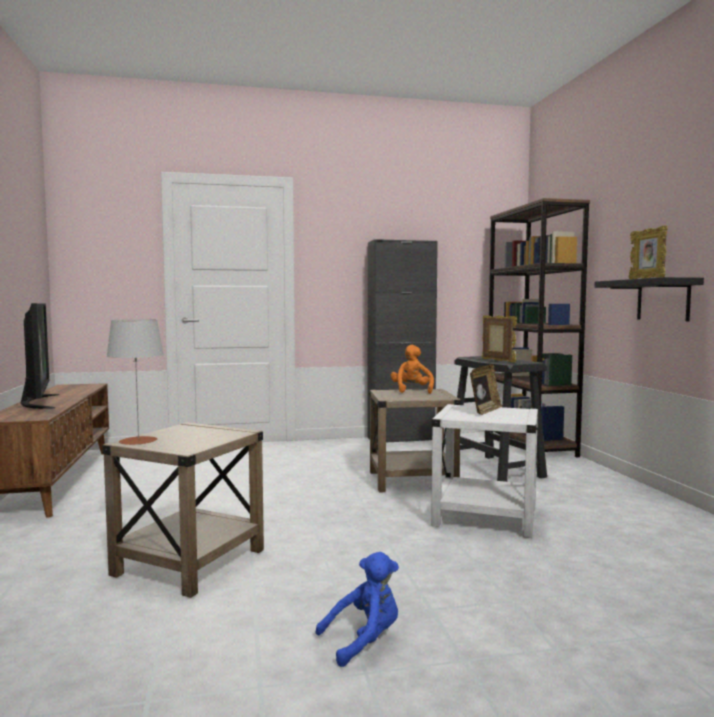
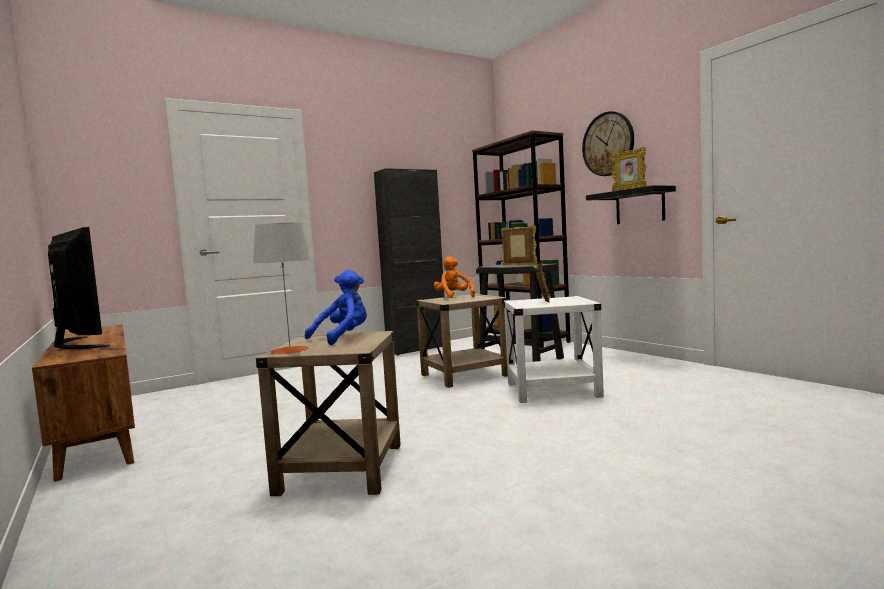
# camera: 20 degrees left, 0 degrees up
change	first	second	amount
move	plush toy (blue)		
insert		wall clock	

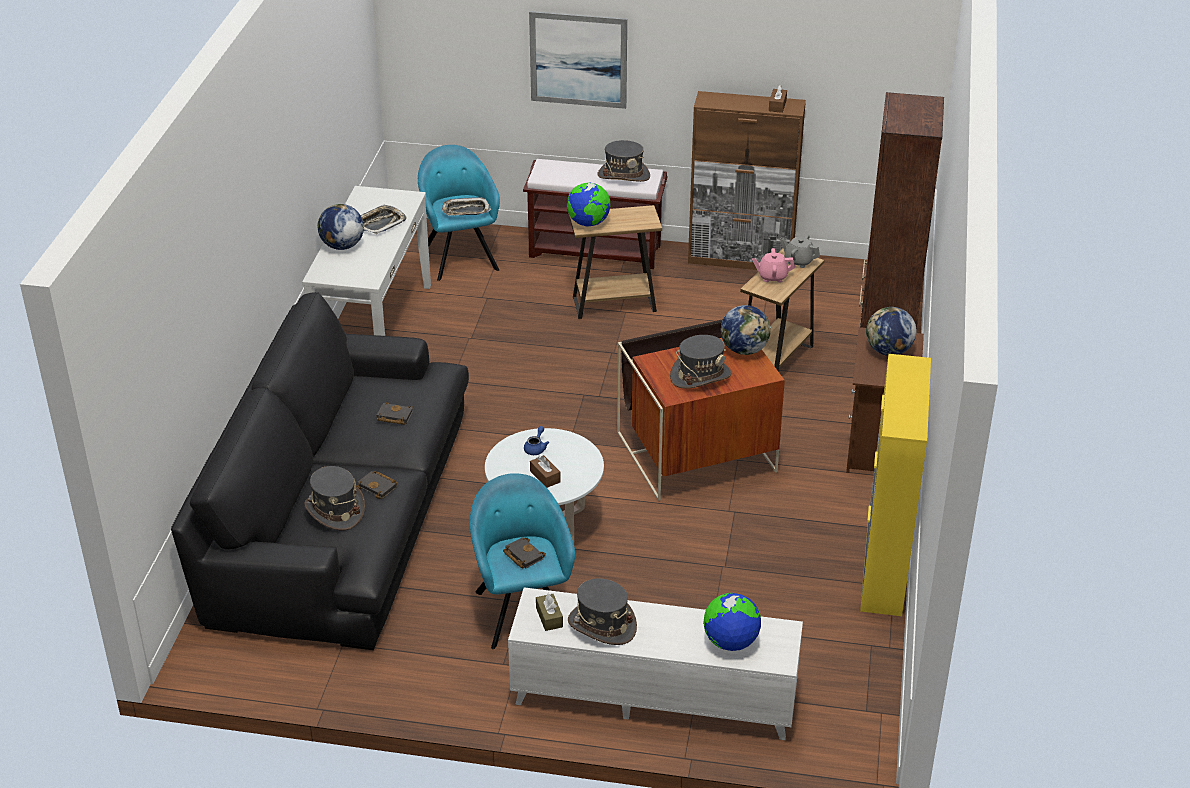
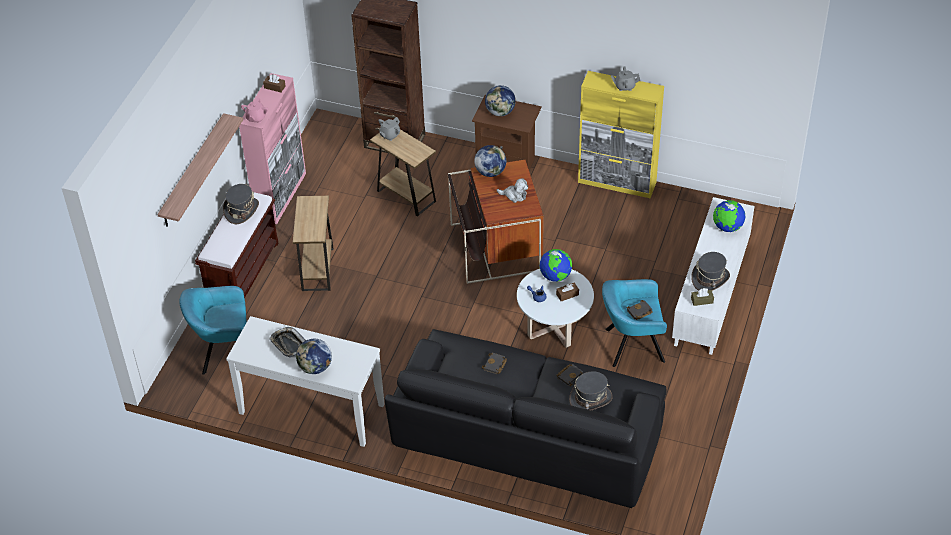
# camera: 80 degrees left, 10 degrees up
change	first	second	amount
replace	picture	shelf	
recolor	cabinet (brown)	cabinet (pink)	
move	globe (2nd from left in the first image)	globe (4th from left)	
delete	tray (2nd from left)		
move	teapot (pink)		
replace	hat (grey) (4th from left)	plush toy	
insert		teapot (grey) (2nd from left)	

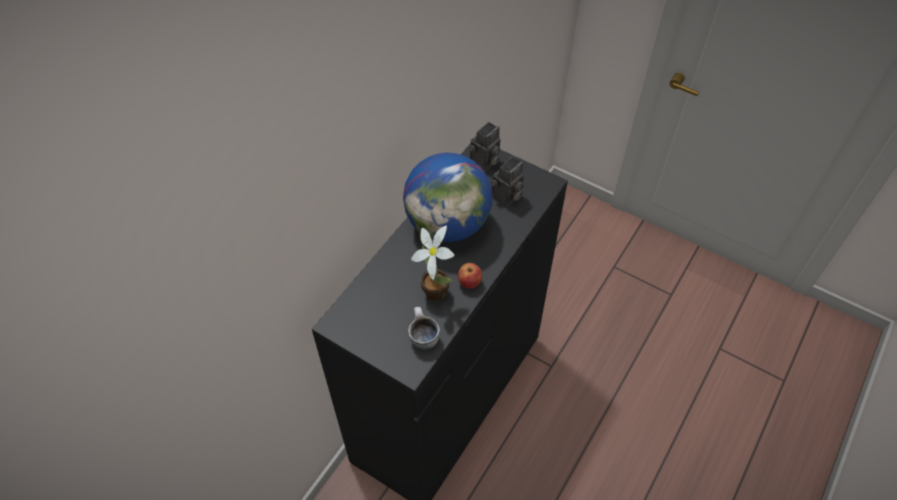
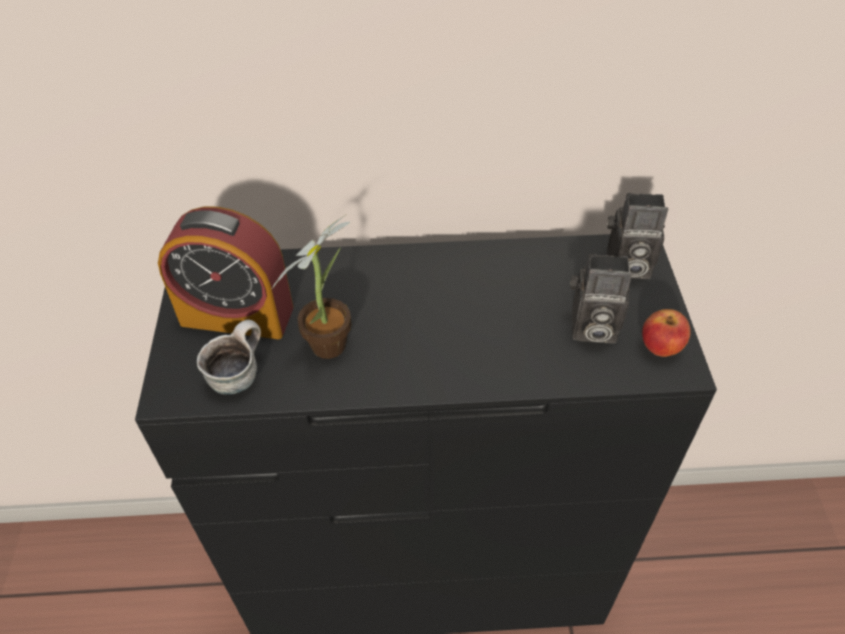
# camera: 55 degrees right, 5 degrees down
change	first	second	amount
delete	globe		
move	apple		
insert		alarm clock	

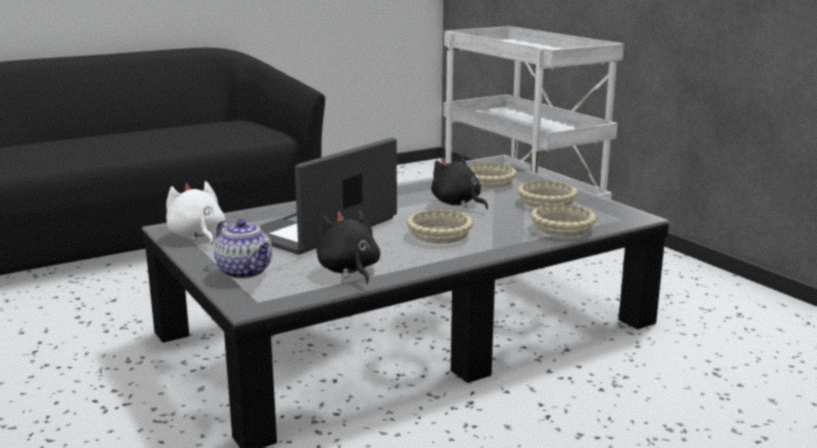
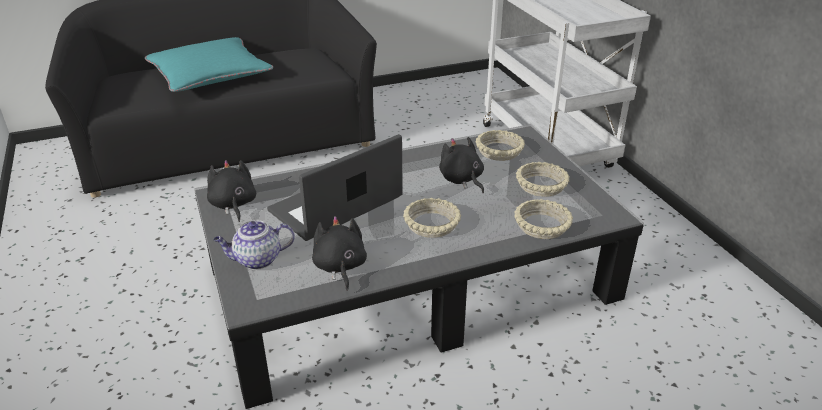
# camera: 10 degrees right, 15 degrees up
change	first	second	amount
recolor	plush toy (white)	plush toy (black) (1st from left)	
rotate	teapot		105 degrees clockwise
insert		pillow (turquoise)	

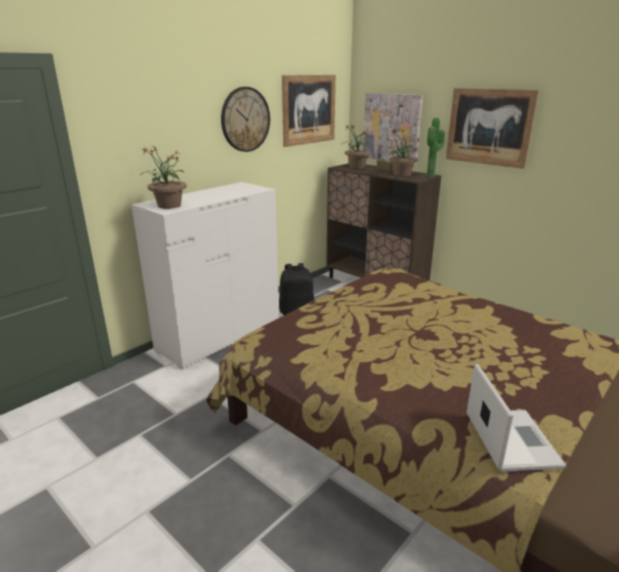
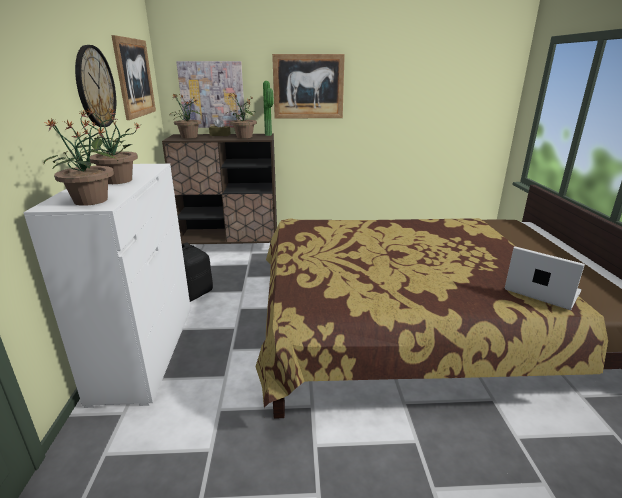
# camera: 45 degrees left, 0 degrees up
change	first	second	amount
insert		potted plant (2nd from left)	

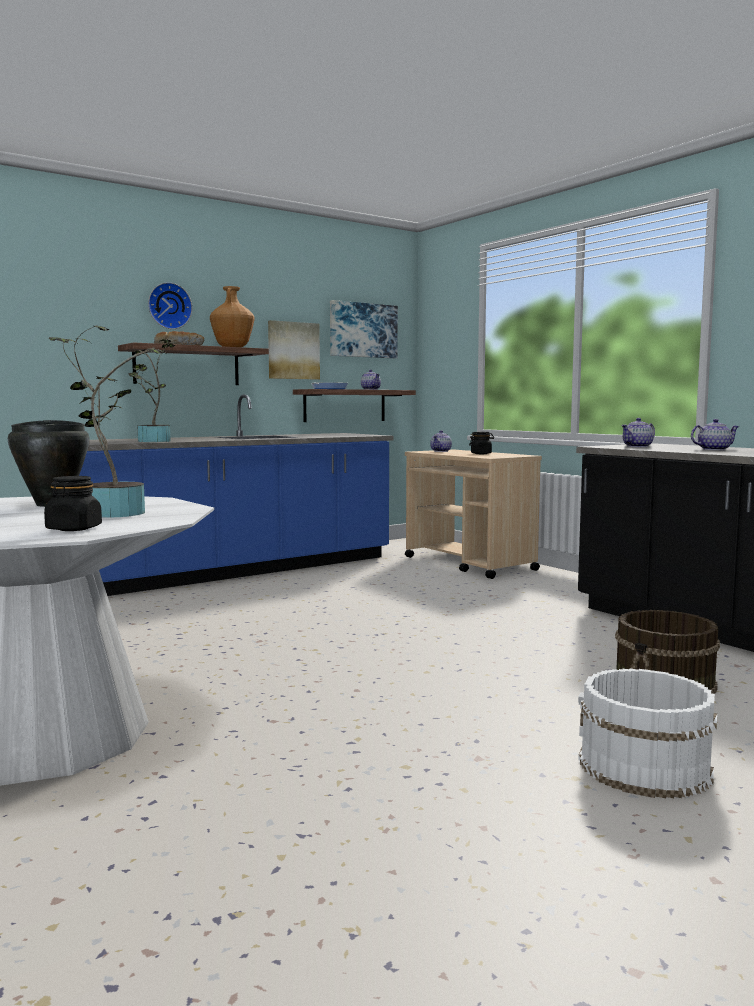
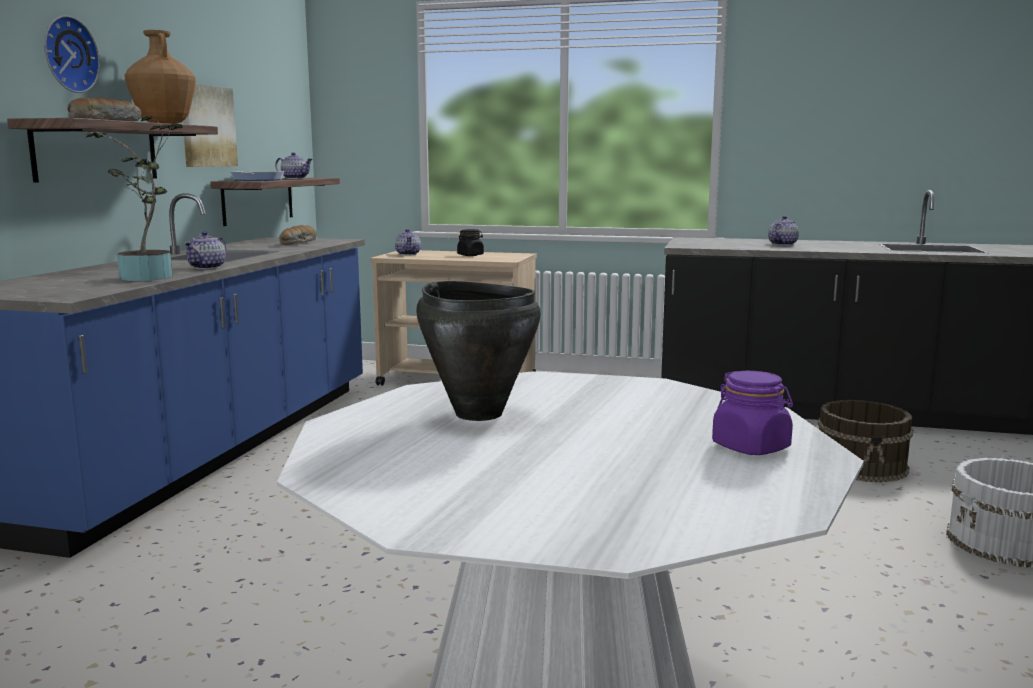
# camera: 40 degrees left, 5 degrees up
change	first	second	amount
delete	picture (2nd from left)		
delete	potted plant (1st from left)		
move	teapot (3rd from left in the first image)	teapot (1st from left)	
recolor	jar (black) (1st from left)	jar (purple)	
insert		bread (2nd from left)	

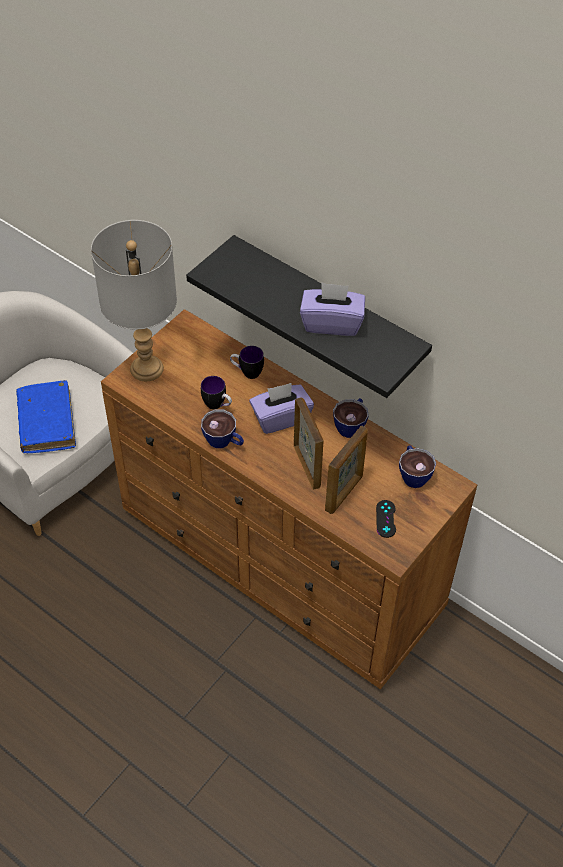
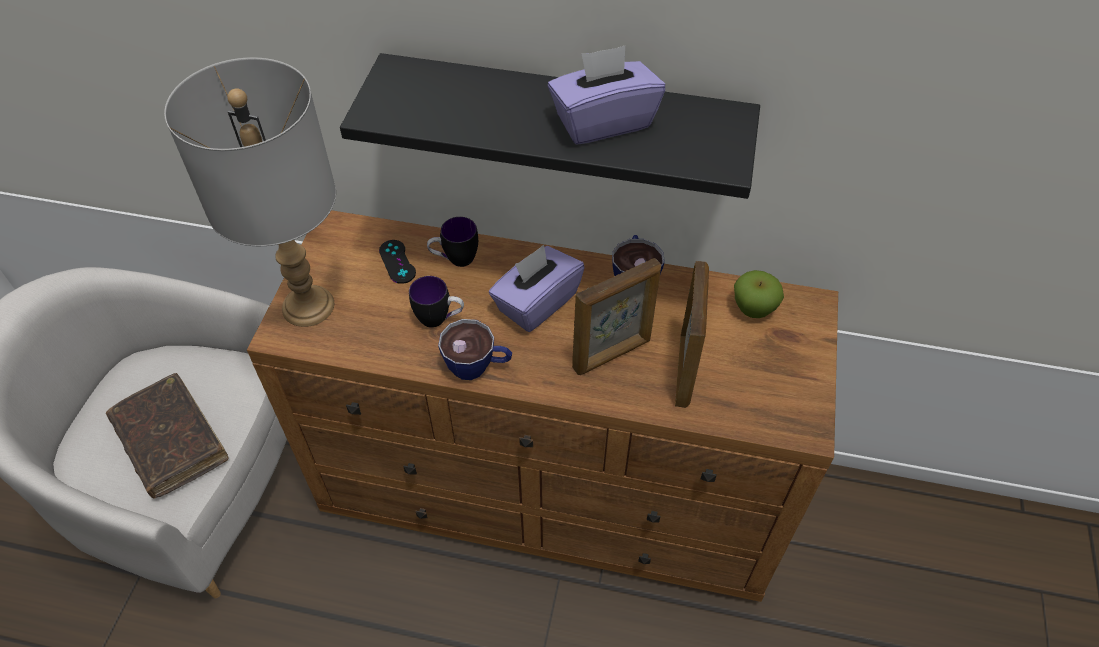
# camera: 25 degrees left, 0 degrees up
change	first	second	amount
recolor	book (blue)	book (brown)	
rotate	picture frame (1st from left)		105 degrees clockwise
replace	cup (3rd from left)	apple	
move	game controller (black)		

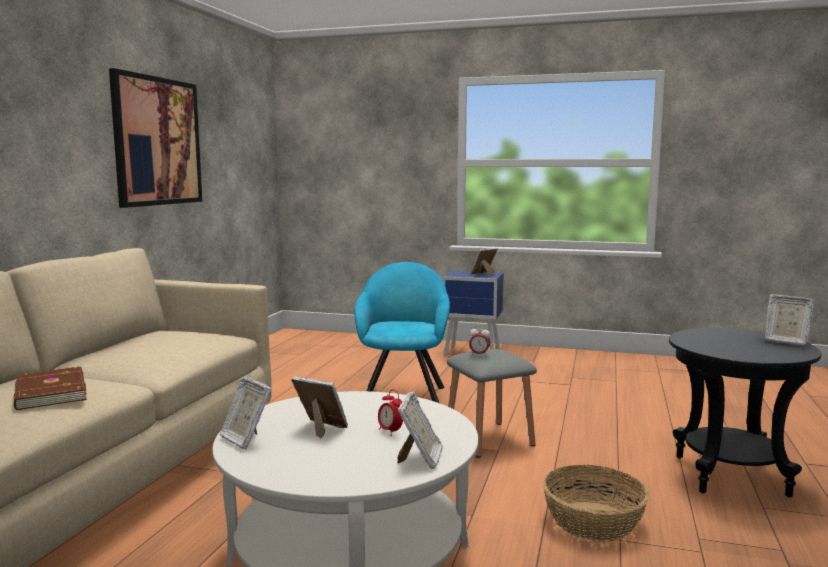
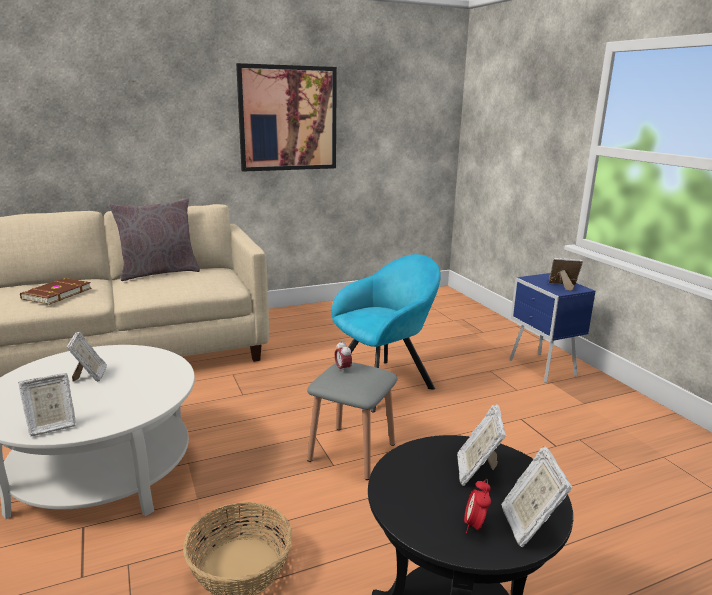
# camera: 50 degrees right, 10 degrees up
change	first	second	amount
move	picture frame (1st from left in the first image)	picture frame (3rd from left)	
move	alarm clock (1st from left in the first image)	alarm clock (2nd from left)	
insert		pillow (grey)	

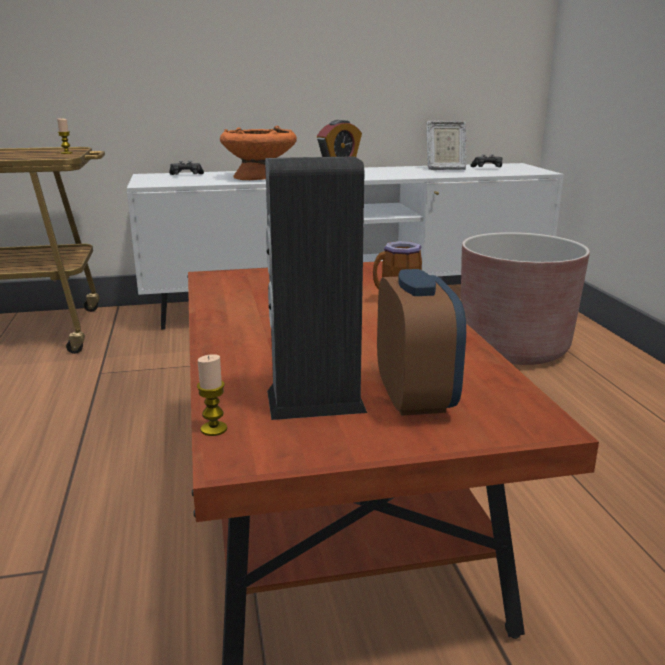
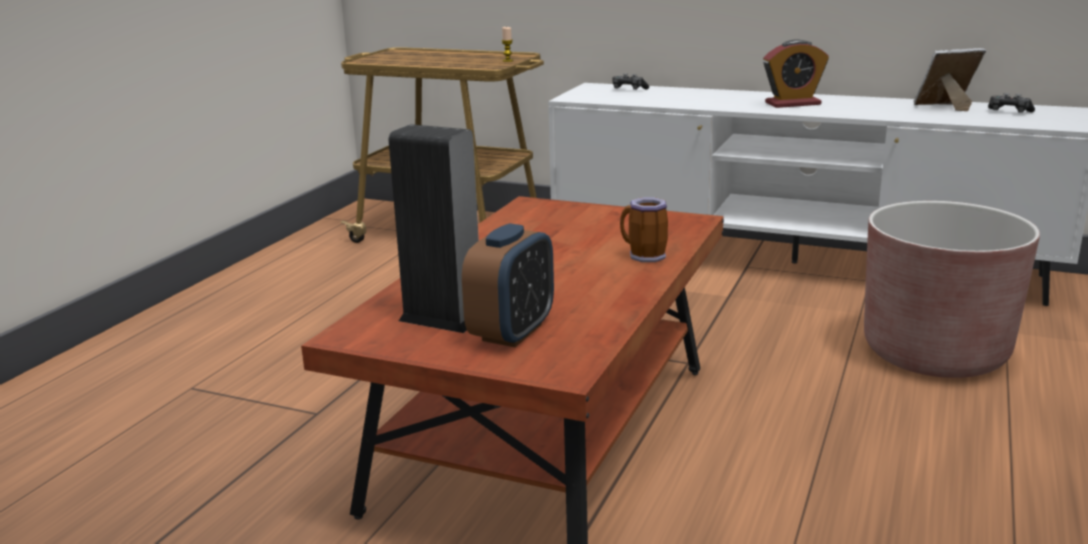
# camera: 35 degrees right, 0 degrees up
change	first	second	amount
rotate	picture frame		135 degrees clockwise
delete	bowl (orange)		
delete	candle (2nd from left)		

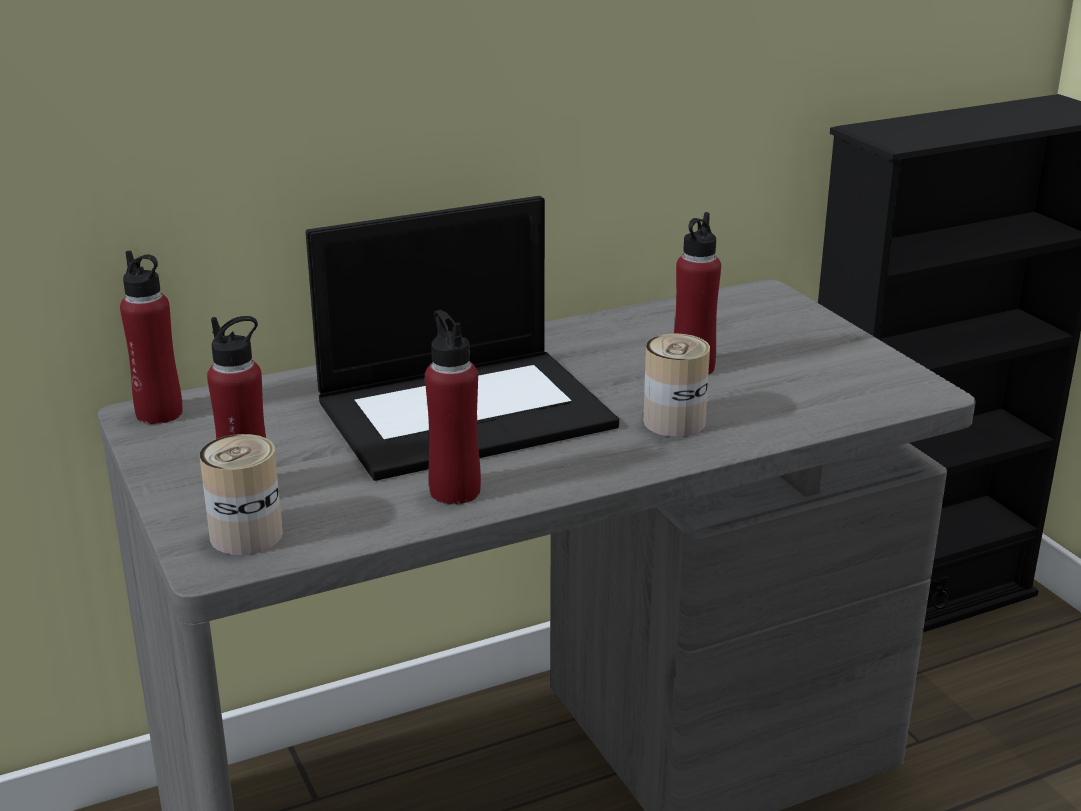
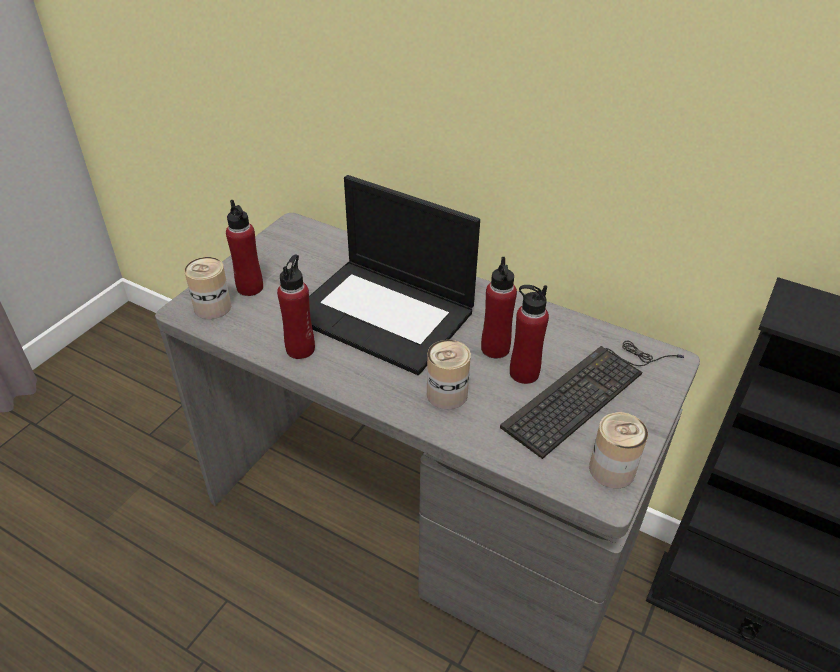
# camera: 55 degrees right, 15 degrees up
change	first	second	amount
move	bottle (red) (1st from left in the first image)	bottle (red) (3rd from left)	
insert		keyboard	
insert		can (3rd from left)	

